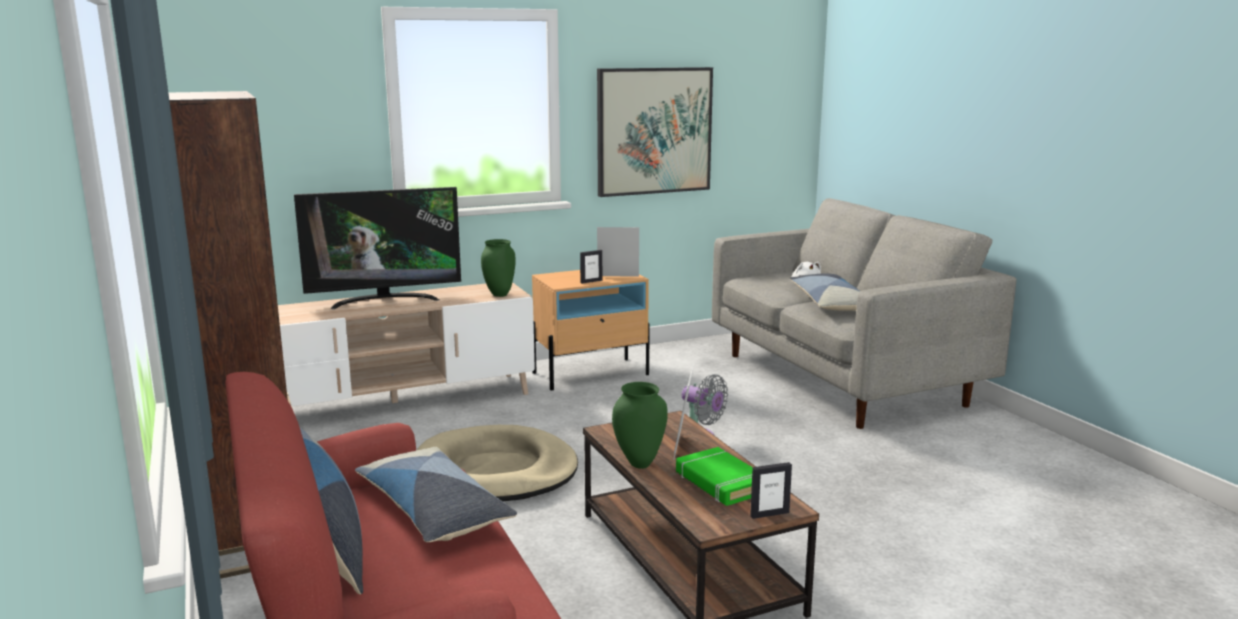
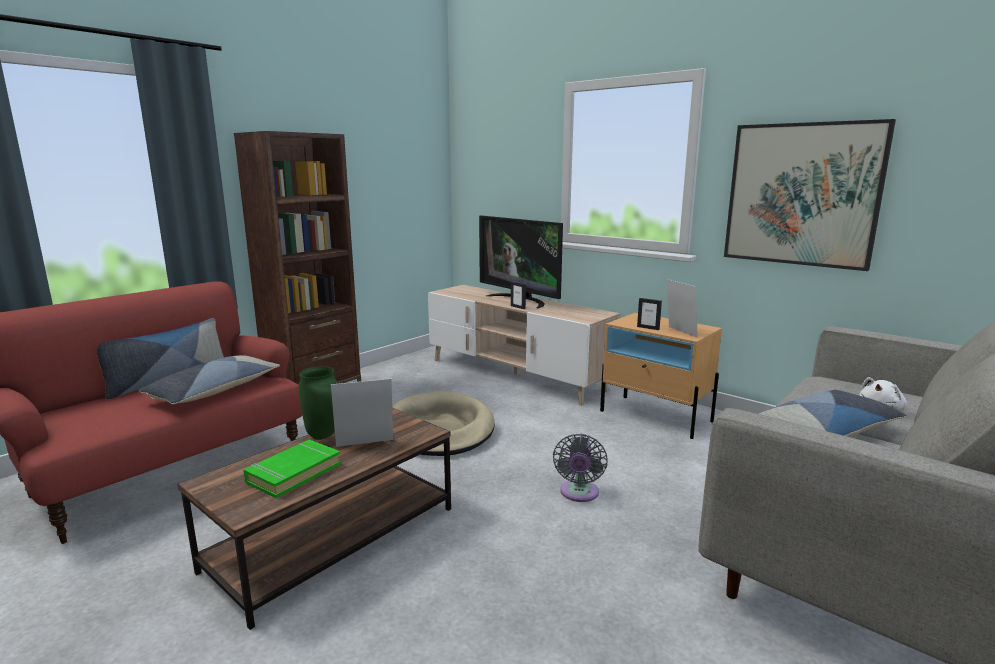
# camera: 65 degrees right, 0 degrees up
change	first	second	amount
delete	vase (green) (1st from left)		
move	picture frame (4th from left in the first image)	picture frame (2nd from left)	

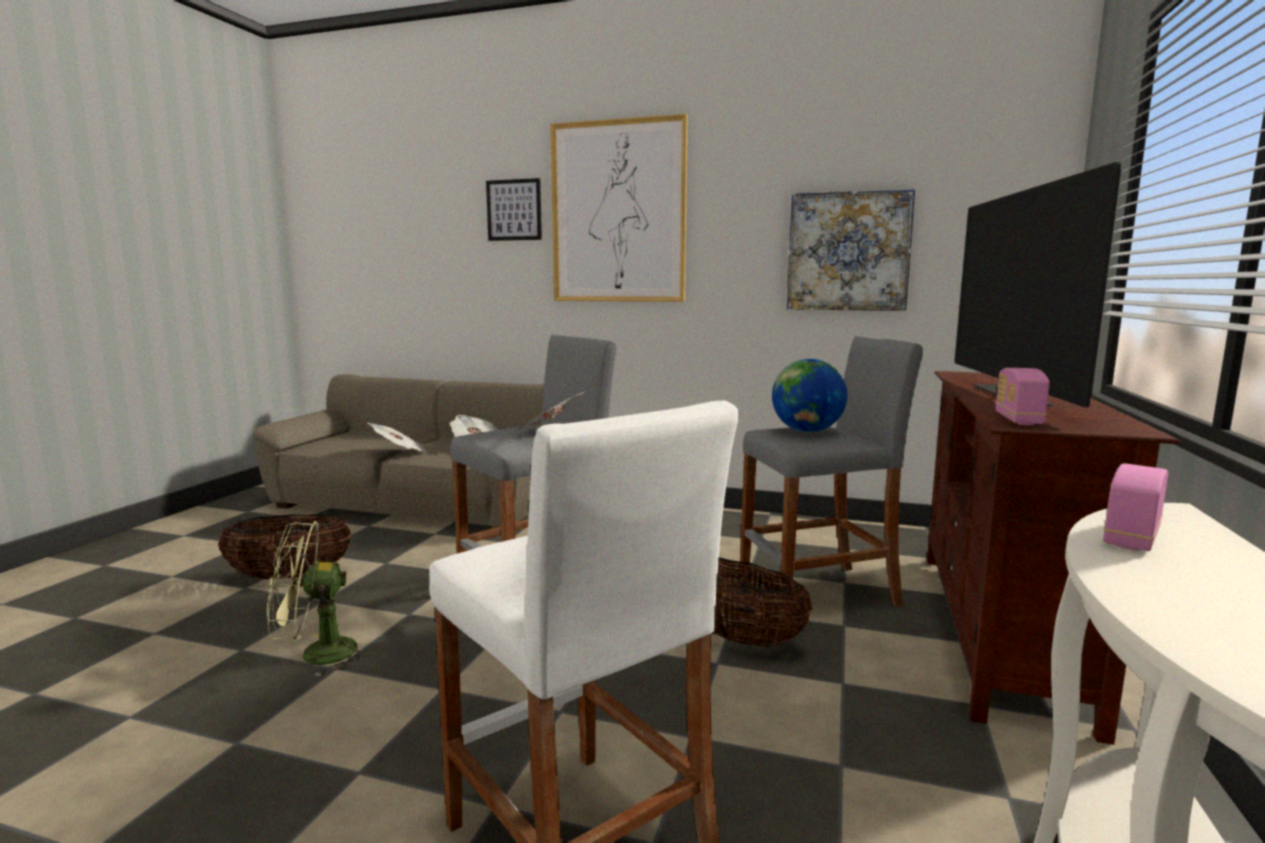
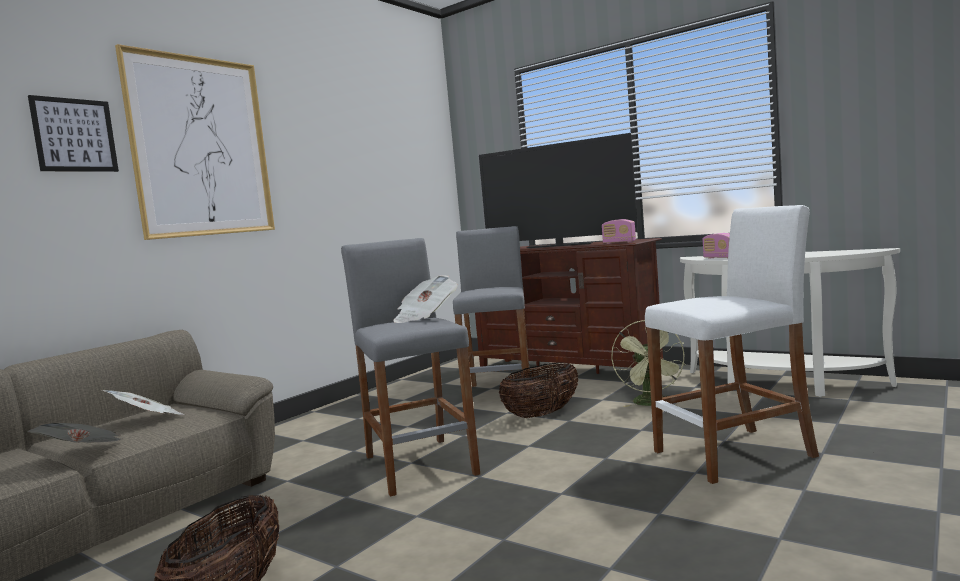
# camera: 70 degrees left, 5 degrees down
change	first	second	amount
delete	picture (3rd from left)		
delete	globe		
move	fan (green)		

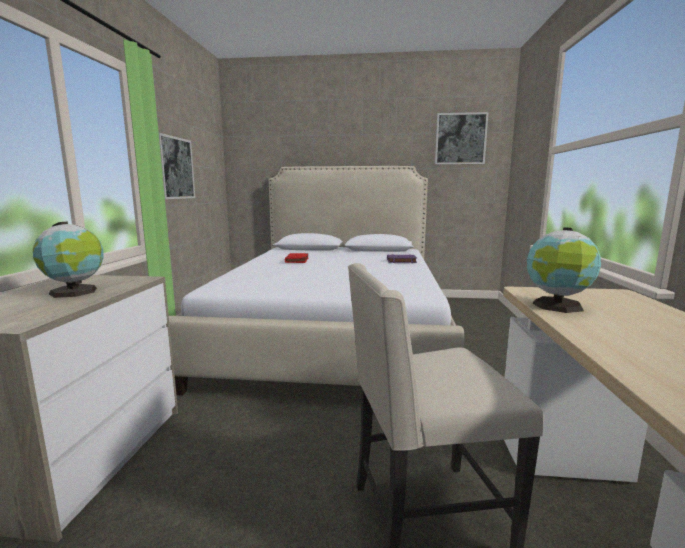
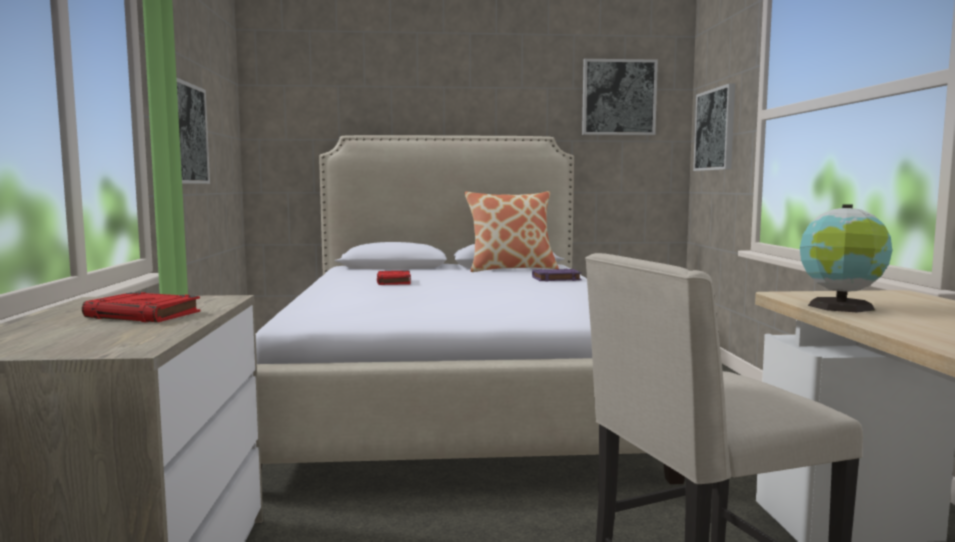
# camera: 10 degrees left, 5 degrees down
change	first	second	amount
replace	globe (1st from left)	book (red) (1st from left)	
insert		picture (3rd from left)	
insert		pillow	

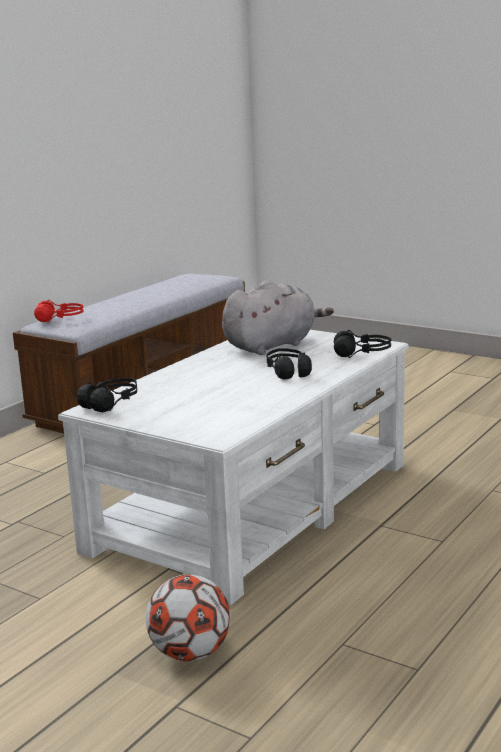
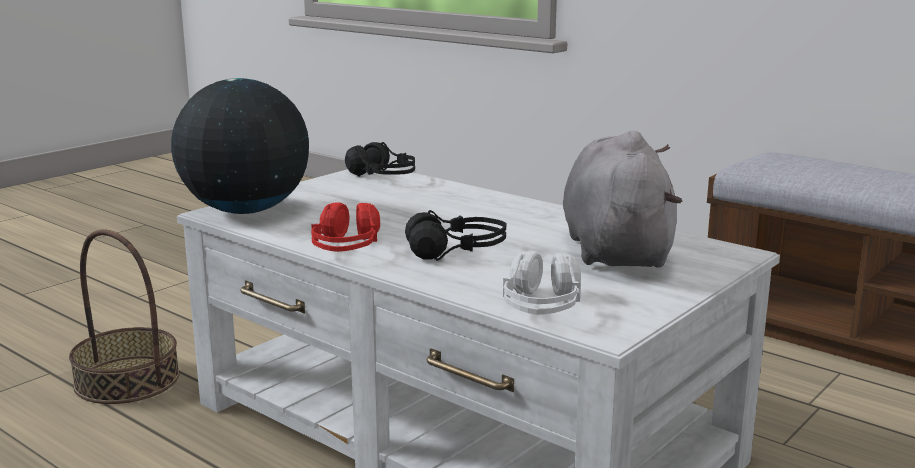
# camera: 95 degrees right, 0 degrees up
change	first	second	amount
rotate	plush toy (grey)		150 degrees counterclockwise
move	headphones (red)		
recolor	headphones (black) (3rd from left)	headphones (white)	
replace	football	basket	
insert		globe	

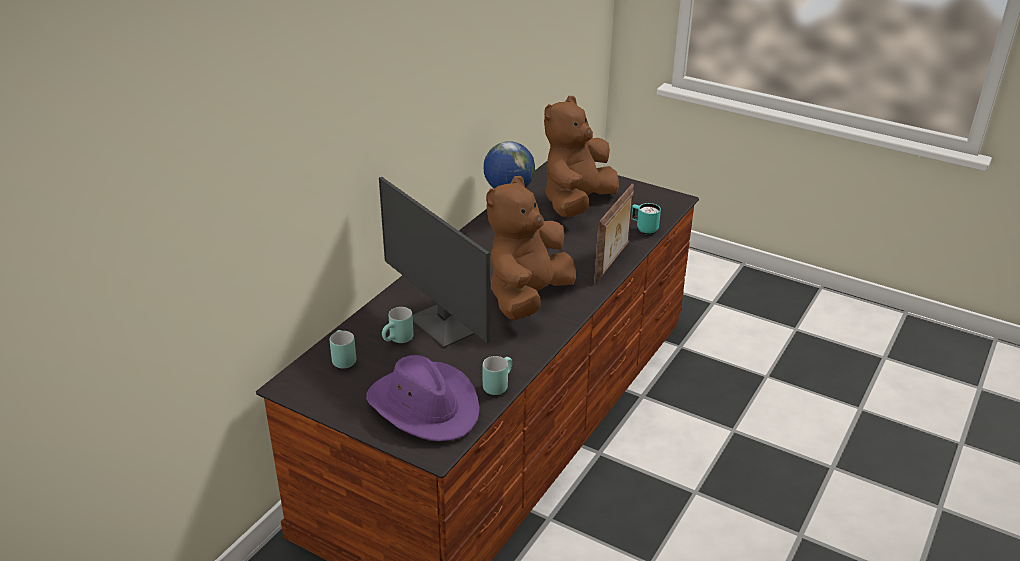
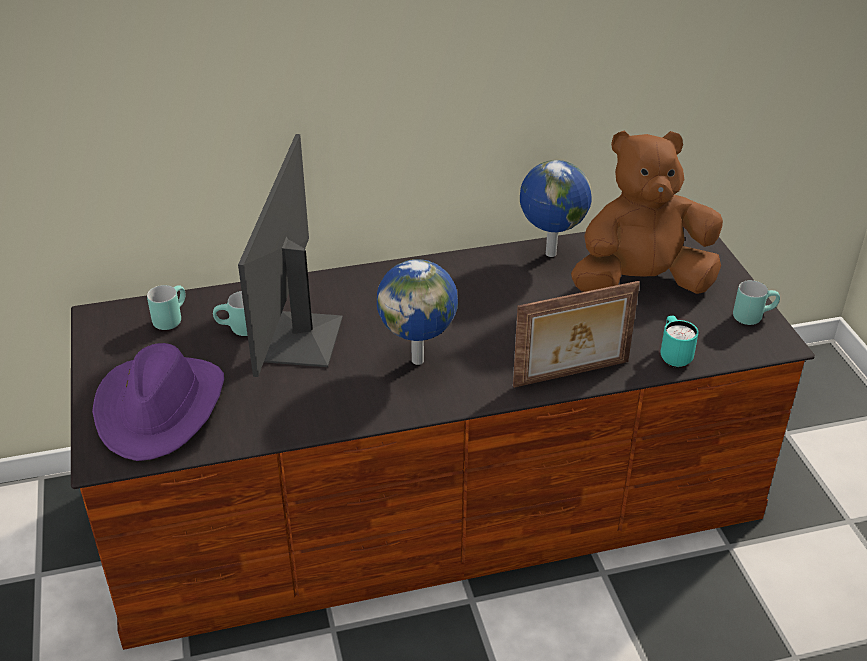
# camera: 45 degrees right, 5 degrees up
change	first	second	amount
replace	plush toy (brown) (1st from left)	globe (1st from left)	
move	mug (turquoise) (3rd from left in the first image)	mug (turquoise) (4th from left)	

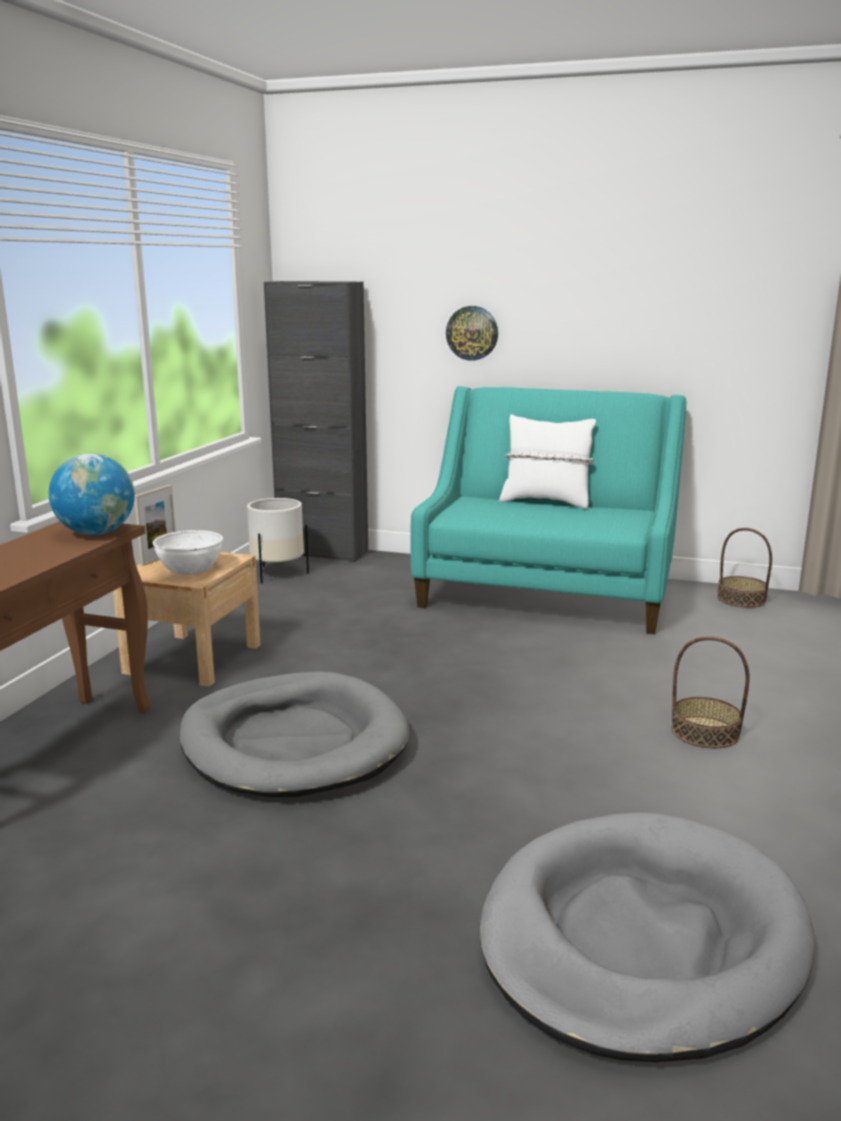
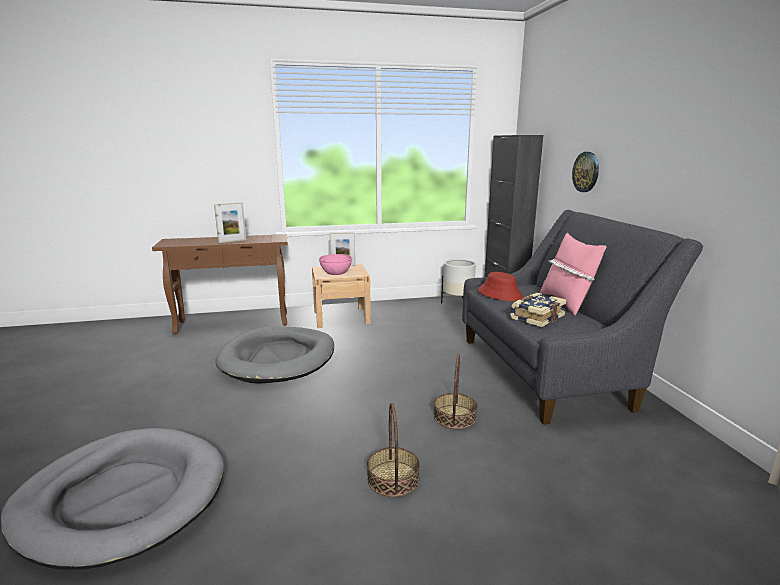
# camera: 60 degrees right, 0 degrees up
change	first	second	amount
recolor	sofa (turquoise)	sofa (grey)	
recolor	pillow (white)	pillow (pink)	
delete	globe		
move	basket (2nd from left)		
recolor	bowl (white)	bowl (pink)	
insert		picture frame (1st from left)	
insert		hat (red)	
insert		book	

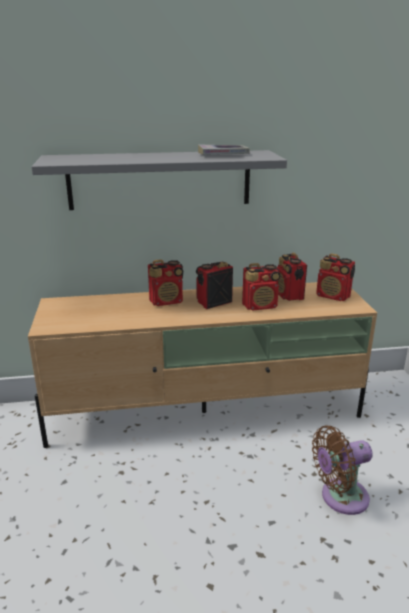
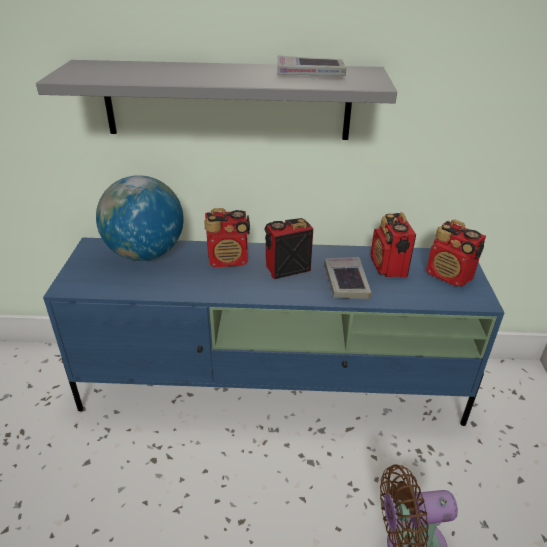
# camera: 10 degrees right, 10 degrees up
change	first	second	amount
replace	radio (3rd from left)	book (2nd from left)	
recolor	tv stand (beige)	tv stand (blue)	
insert		globe	

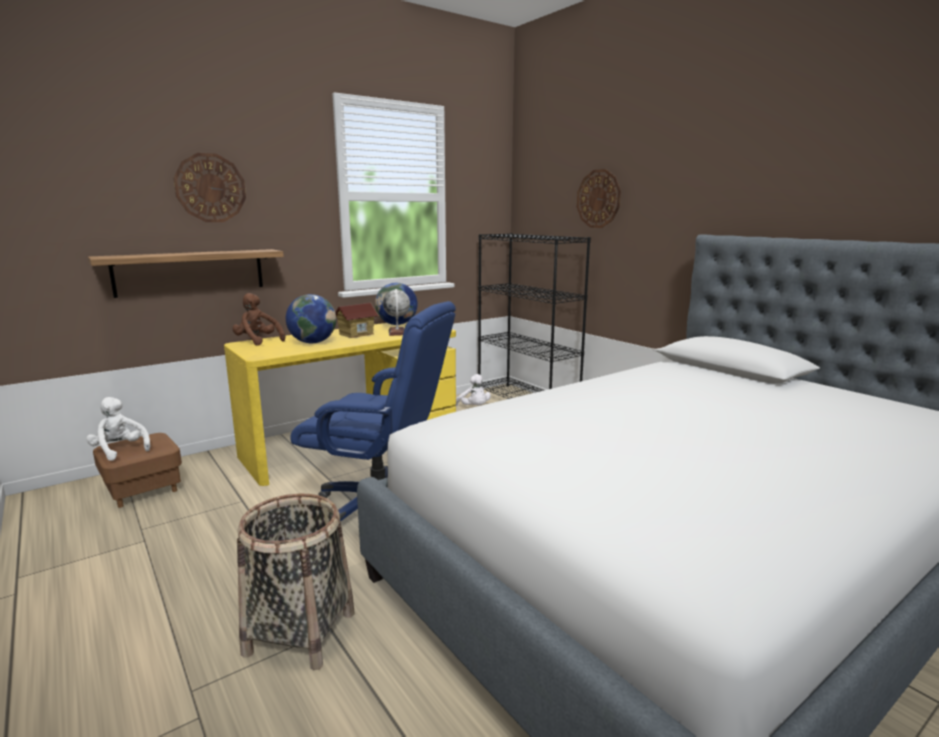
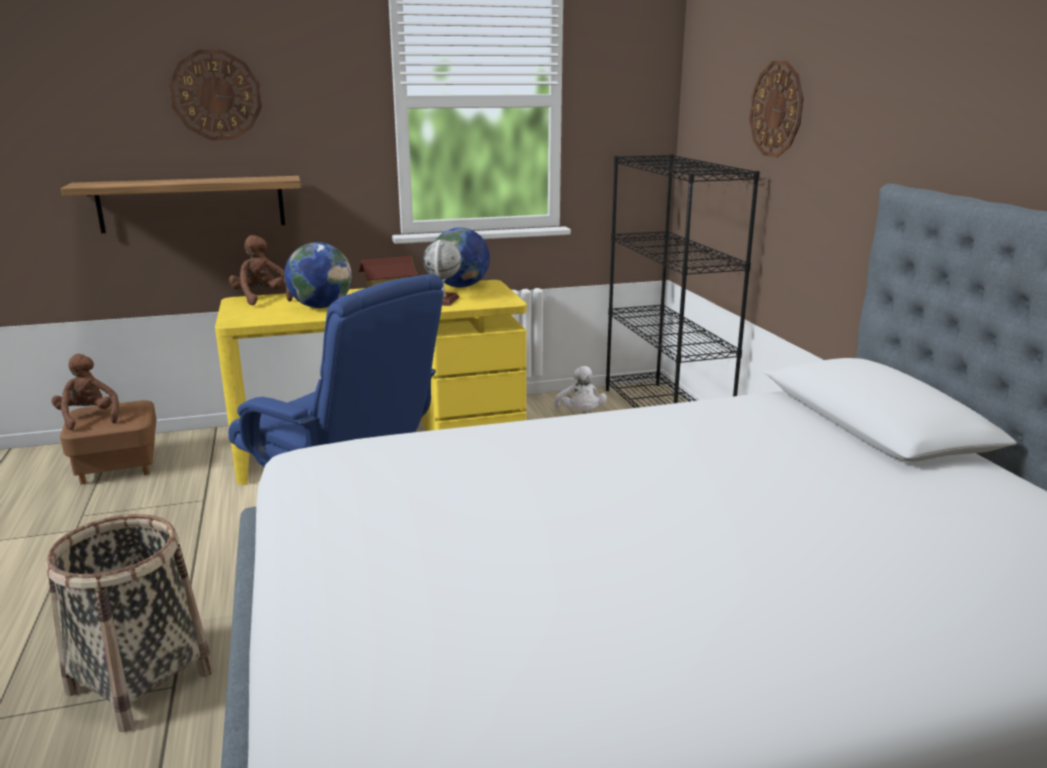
# camera: 20 degrees right, 5 degrees up
change	first	second	amount
recolor	plush toy (white) (1st from left)	plush toy (brown) (1st from left)	

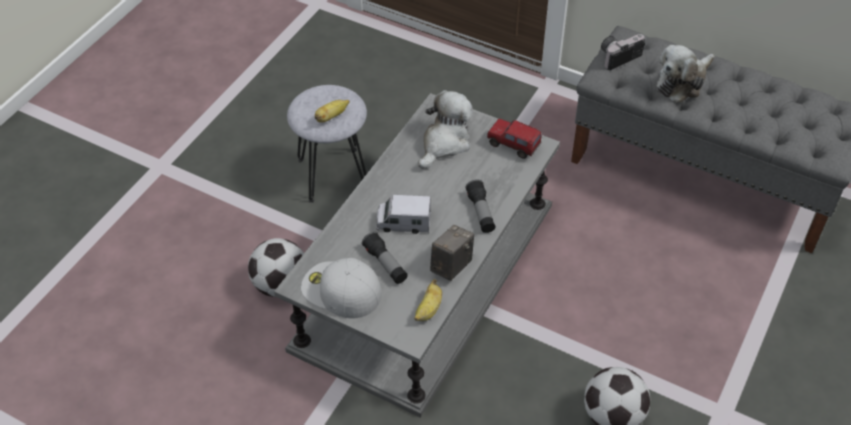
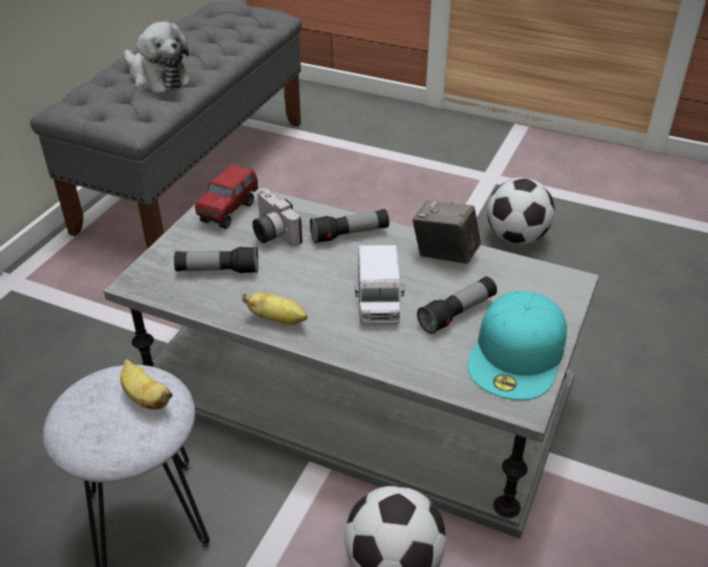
# camera: 95 degrees left, 10 degrees down
change	first	second	amount
move	photo camera (2nd from left in the first image)	photo camera (1st from left)	
replace	plush toy (1st from left)	flashlight (1st from left)	
recolor	cap (white)	cap (turquoise)	
move	banana (2nd from left)		

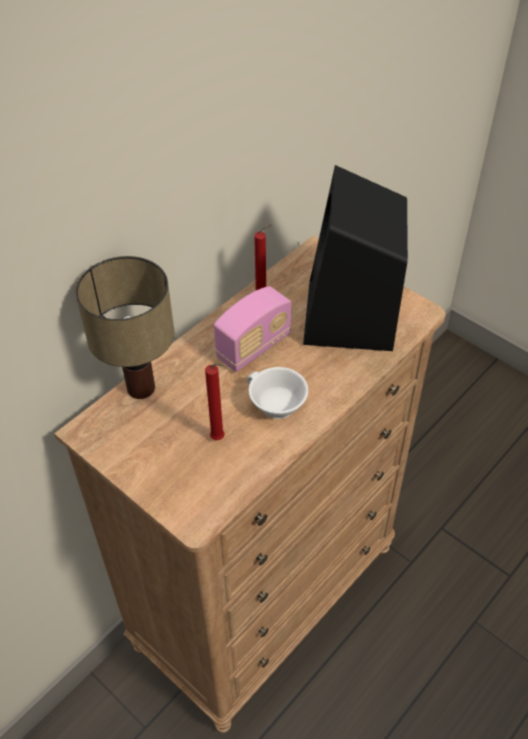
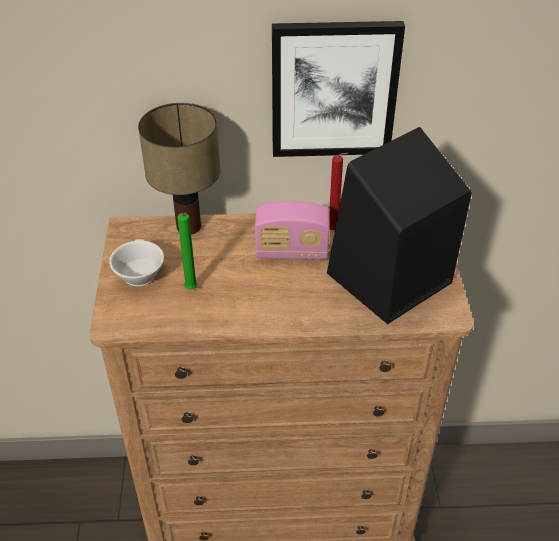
# camera: 45 degrees right, 5 degrees down
change	first	second	amount
recolor	candle (red) (1st from left)	candle (green)	
move	cup (white)		
insert		picture	

